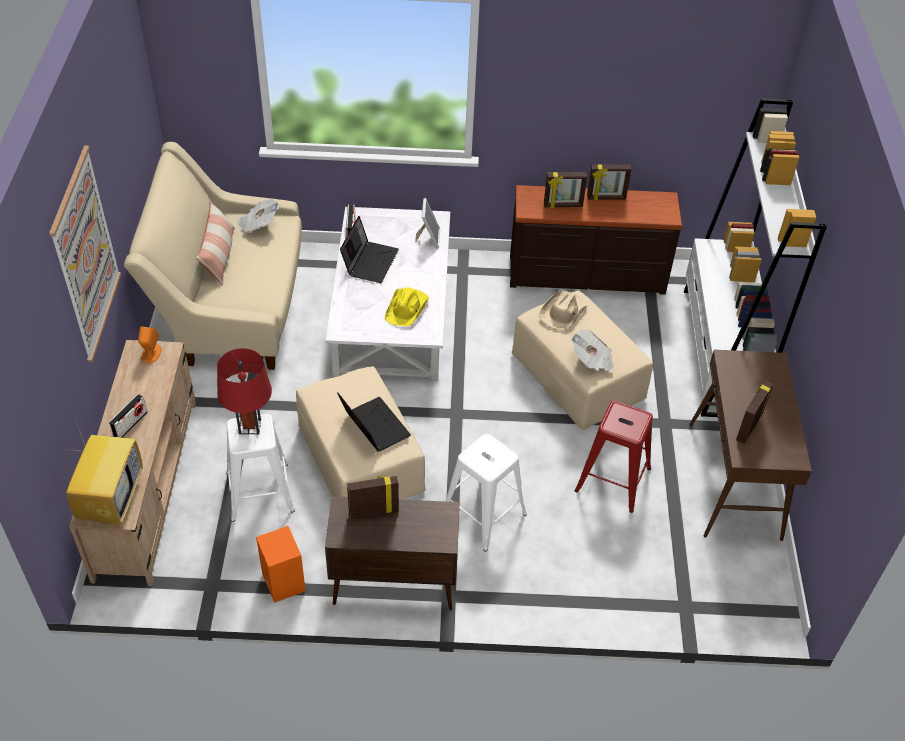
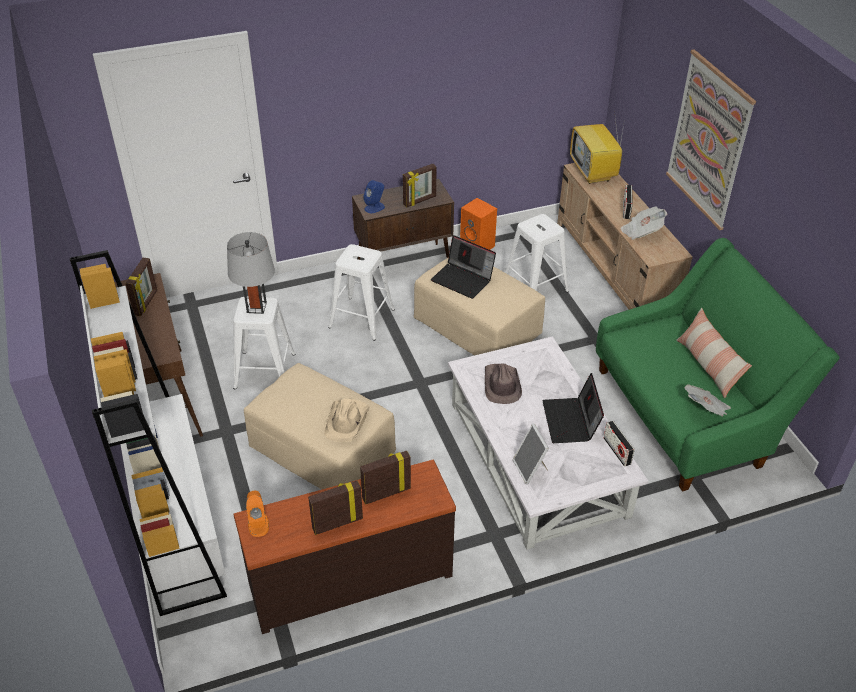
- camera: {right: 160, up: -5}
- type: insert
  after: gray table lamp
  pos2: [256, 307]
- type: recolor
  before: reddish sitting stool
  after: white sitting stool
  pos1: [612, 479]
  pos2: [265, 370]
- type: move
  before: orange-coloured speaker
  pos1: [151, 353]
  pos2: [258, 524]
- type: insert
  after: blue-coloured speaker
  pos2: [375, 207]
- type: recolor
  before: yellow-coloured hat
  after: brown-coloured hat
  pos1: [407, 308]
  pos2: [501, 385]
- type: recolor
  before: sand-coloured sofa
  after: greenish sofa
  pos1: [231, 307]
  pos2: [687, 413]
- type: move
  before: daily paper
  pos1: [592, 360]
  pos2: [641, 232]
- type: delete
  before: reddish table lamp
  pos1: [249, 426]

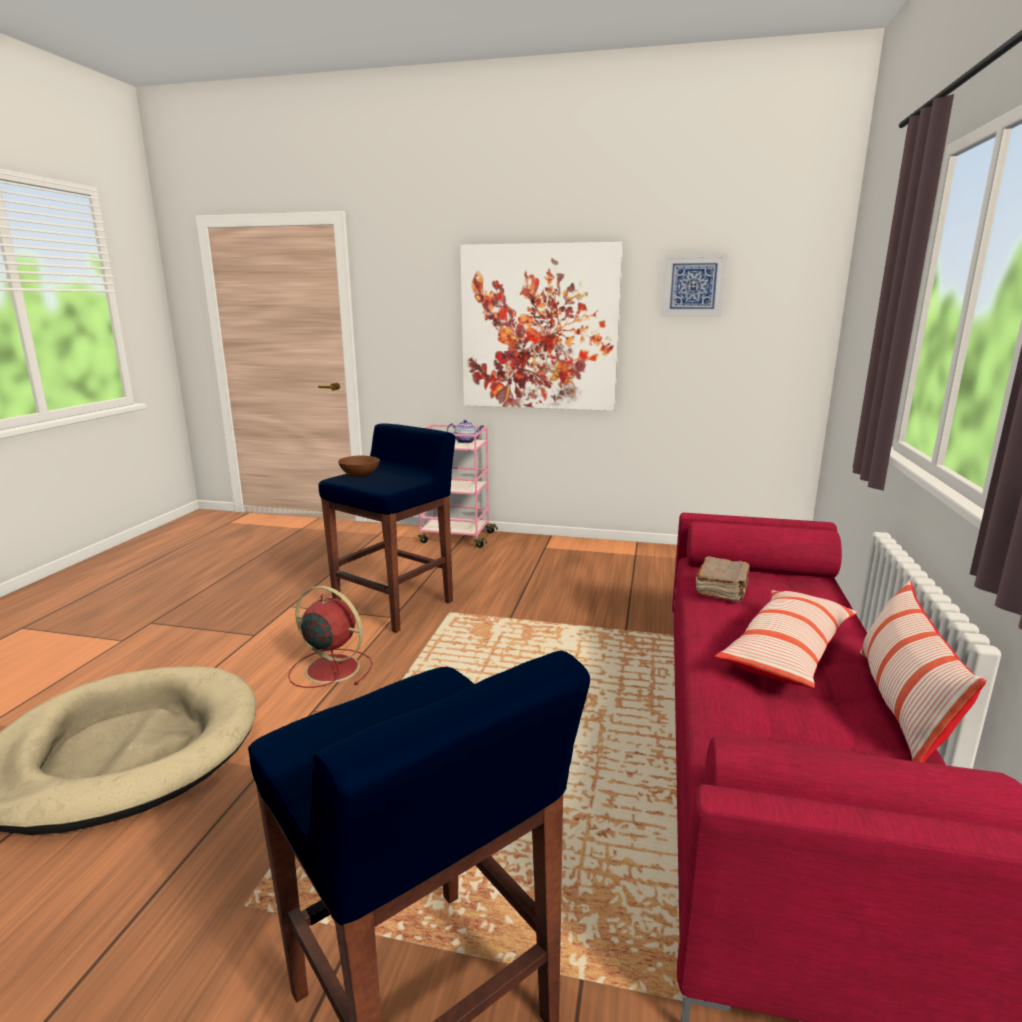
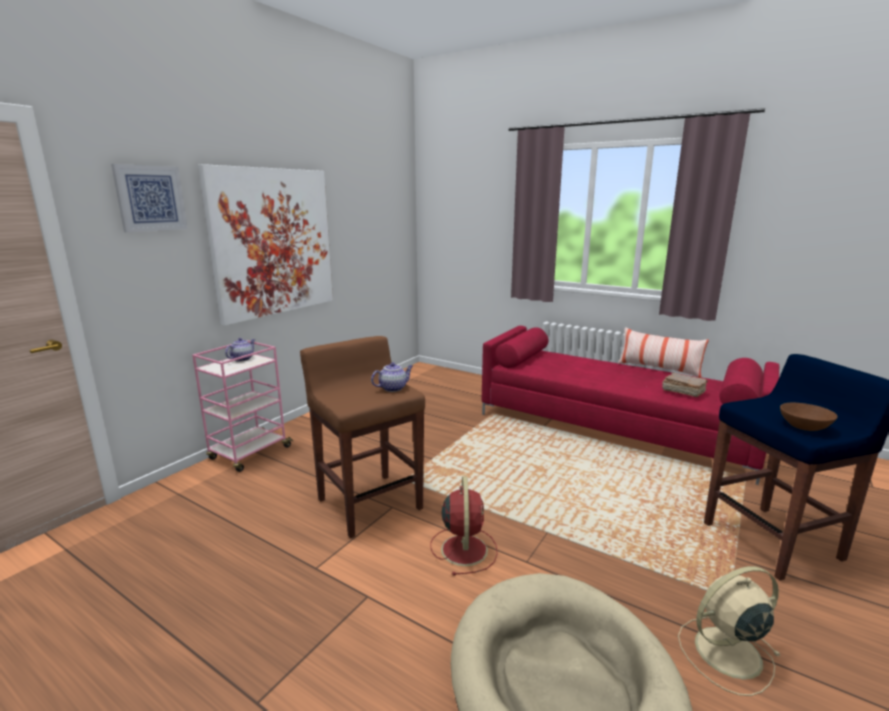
- camera: {right: -70, up: 0}
- type: move
  before: wall art
  pos1: [693, 285]
  pos2: [150, 198]
- type: recolor
  before: blue-coloured sitting stool
  after: brown-coloured sitting stool
  pos1: [396, 605]
  pos2: [369, 503]
- type: insert
  after: pot for tea
  pos2: [393, 388]
- type: rotate
  before: reddish fan
  pos1: [330, 668]
  pos2: [464, 548]
  turn: 135
- type: move
  before: brown-coloured volume
  pos1: [722, 589]
  pos2: [682, 391]
- type: insert
  after: sand-coloured fan
  pos2: [725, 652]
- type: move
  before: brown-coloured deep dish
  pos1: [359, 475]
  pos2: [804, 427]
- type: delete
  before: pillow
  pos1: [787, 652]

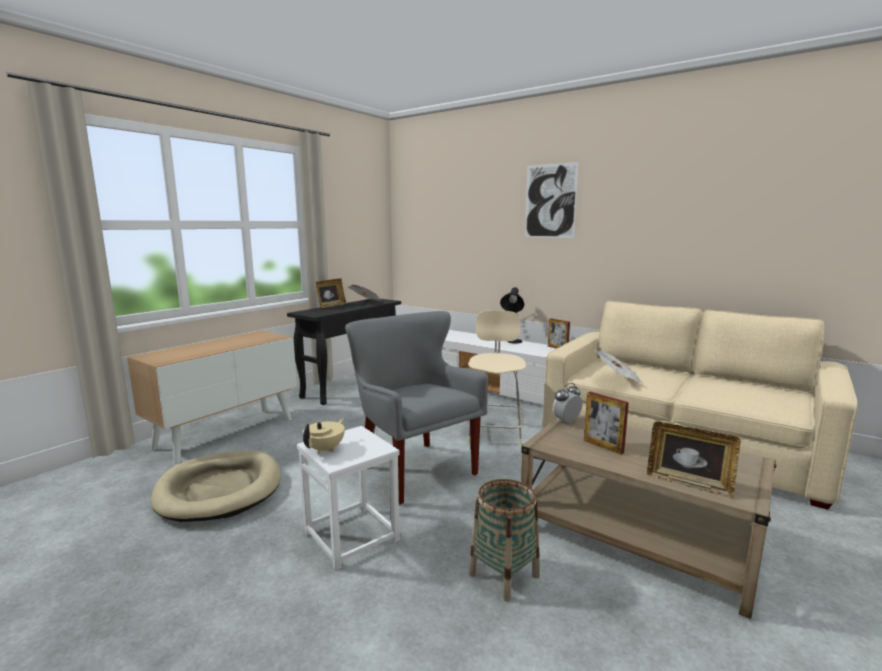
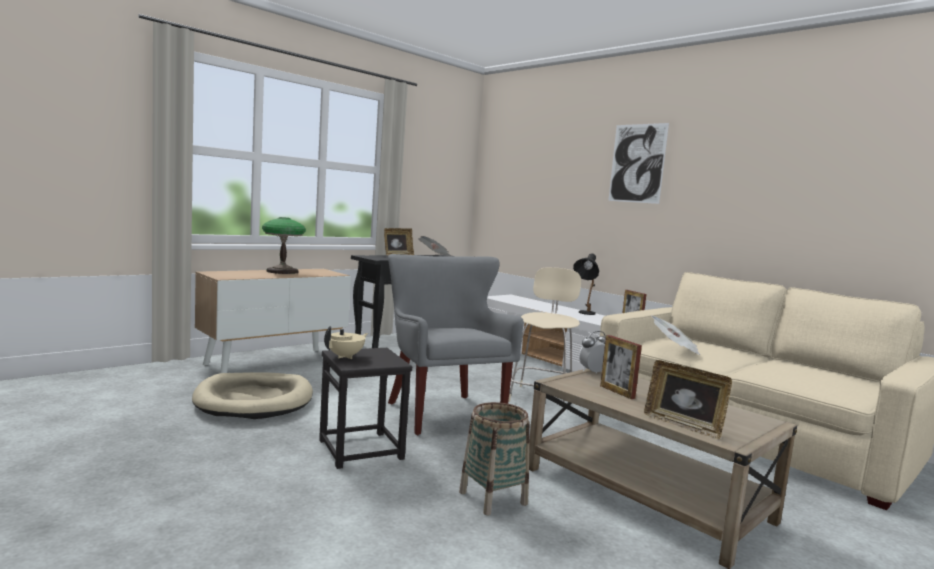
- camera: {right: 10, up: -5}
- type: insert
  after: table lamp
  pos2: [282, 271]
- type: recolor
  before: white sitting stool
  after: black sitting stool
  pos1: [352, 536]
  pos2: [361, 449]

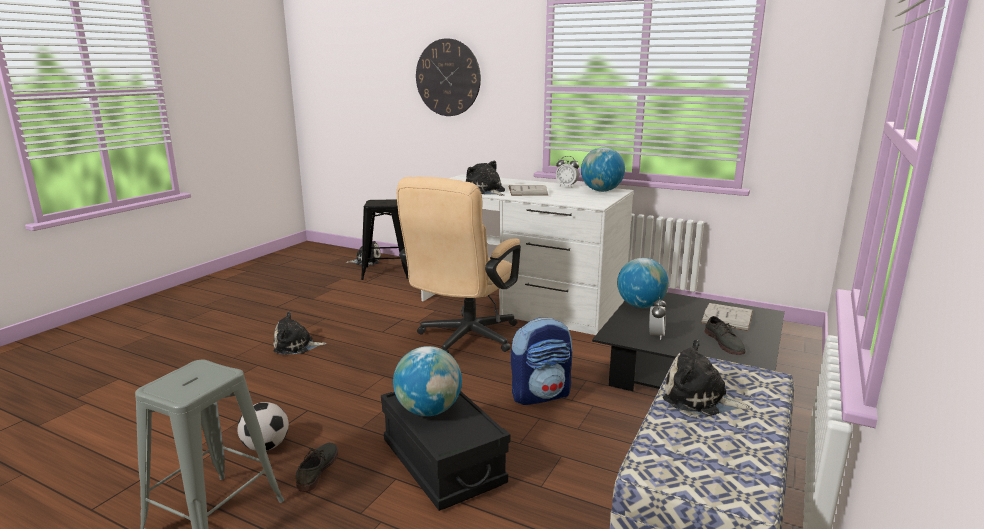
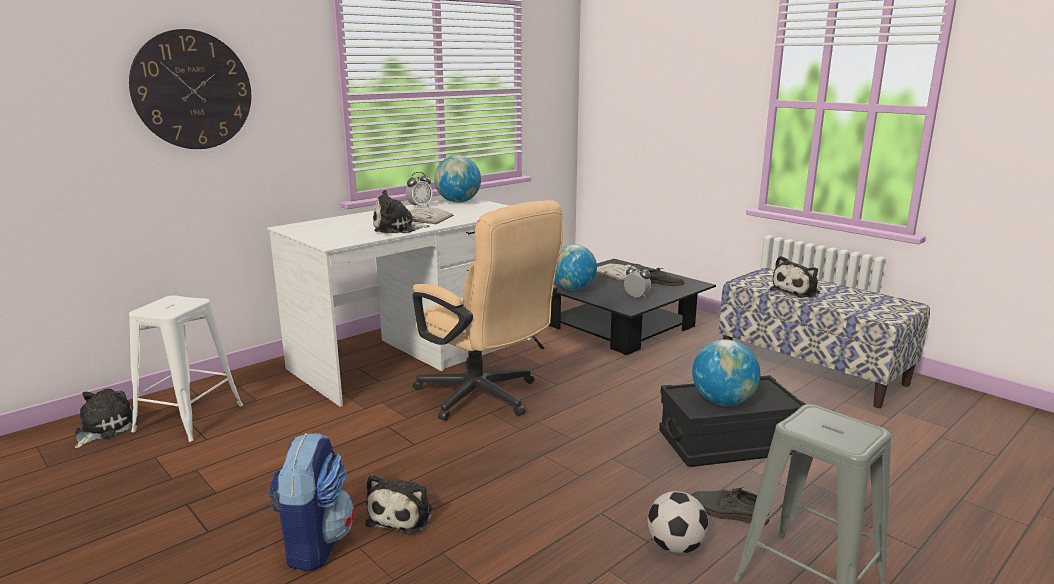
- camera: {right: -70, up: 0}
- type: recolor
  before: black sitting stool
  after: white sitting stool
  pos1: [386, 272]
  pos2: [189, 418]
- type: move
  before: rucksack
  pos1: [541, 395]
  pos2: [314, 543]

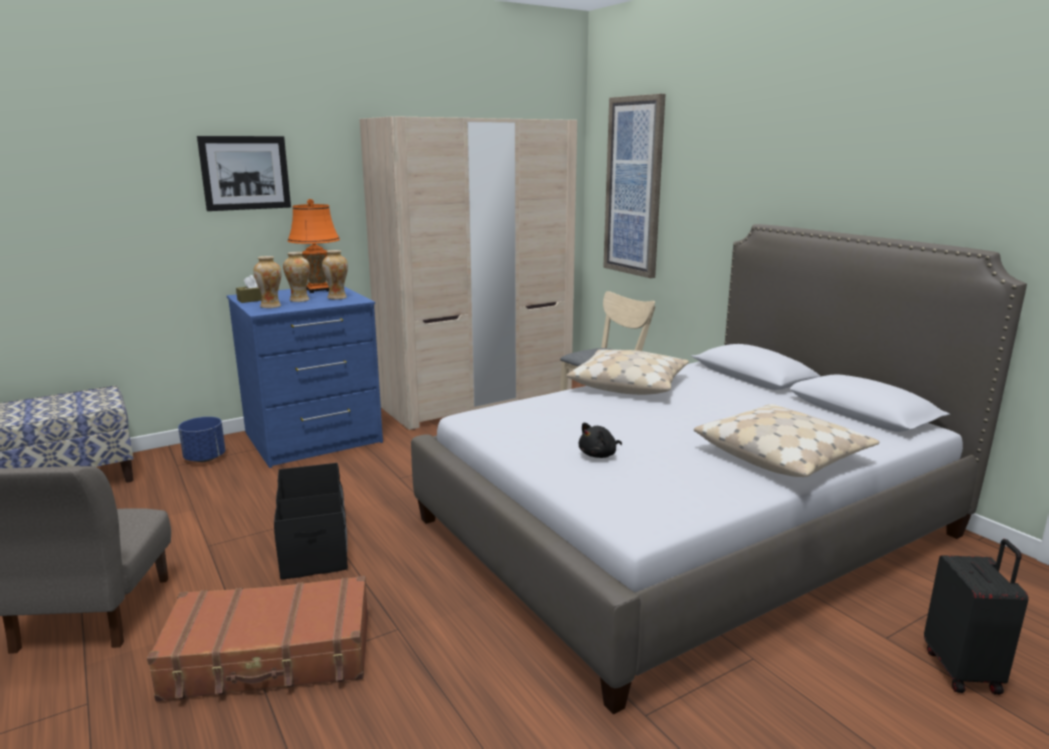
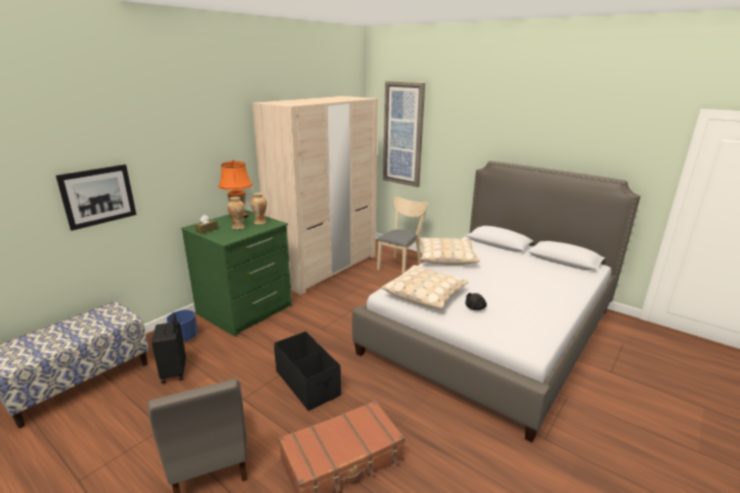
- camera: {right: -20, up: 5}
- type: move
  before: wall art
  pos1: [245, 173]
  pos2: [98, 196]
- type: move
  before: black suitcase
  pos1: [963, 671]
  pos2: [175, 372]
- type: recolor
  before: blue-coloured chest of drawers
  after: greenish chest of drawers
  pos1: [313, 438]
  pos2: [245, 310]
- type: move
  before: sand-coloured pillow
  pos1: [782, 455]
  pos2: [425, 294]
- type: delete
  before: decorative vase
  pos1: [271, 306]

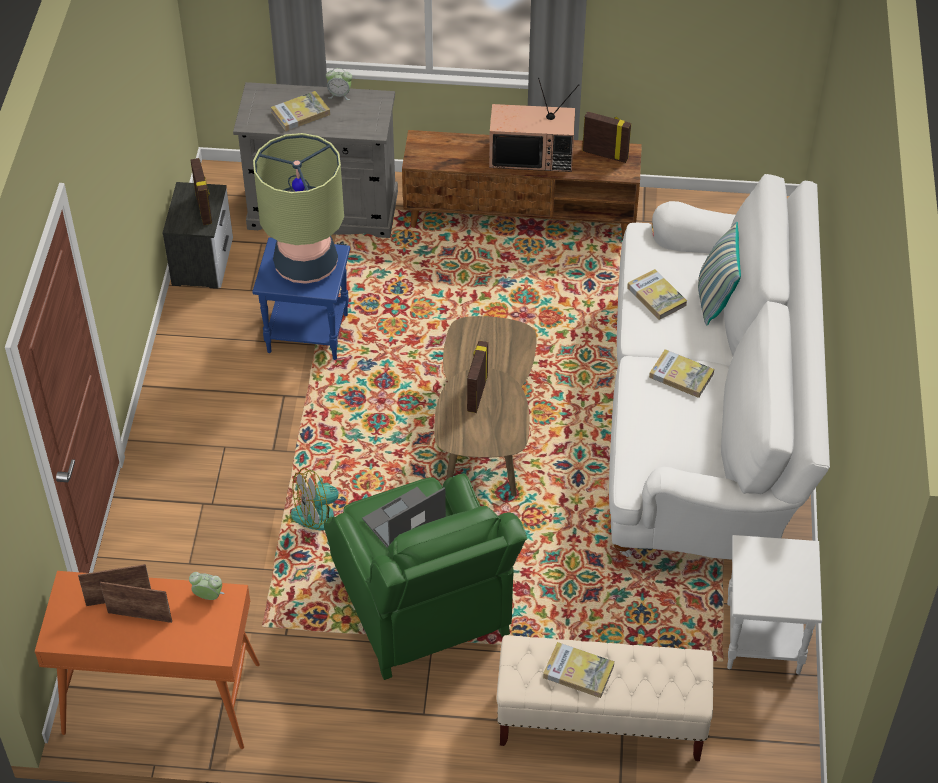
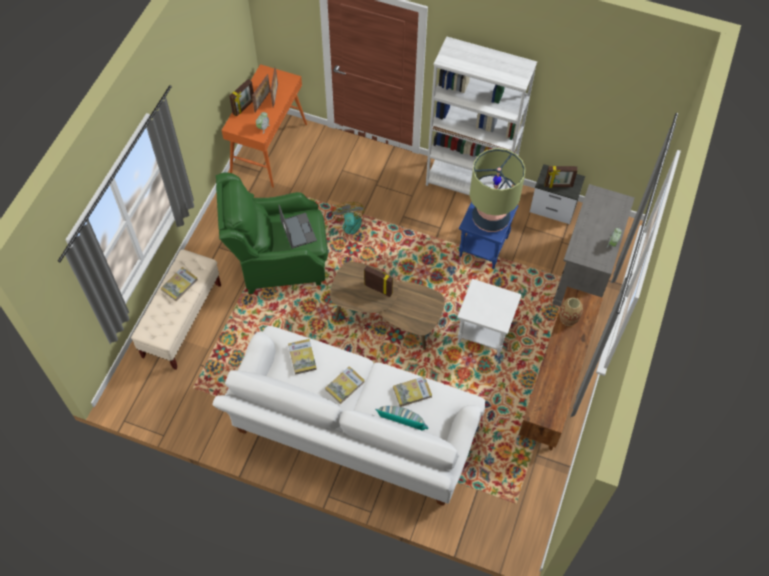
- camera: {right: 105, up: 10}
- type: move
  before: photo frame
  pos1: [605, 154]
  pos2: [244, 107]
- type: move
  before: volume
  pos1: [300, 113]
  pos2: [302, 357]
- type: insert
  after: white shelving unit
  pos2: [469, 184]
- type: move
  before: white end table
  pos1: [764, 639]
  pos2: [483, 334]
- type: insert
  after: decorative vase
  pos2: [568, 318]
- type: delete
  before: TV
  pos1: [532, 155]

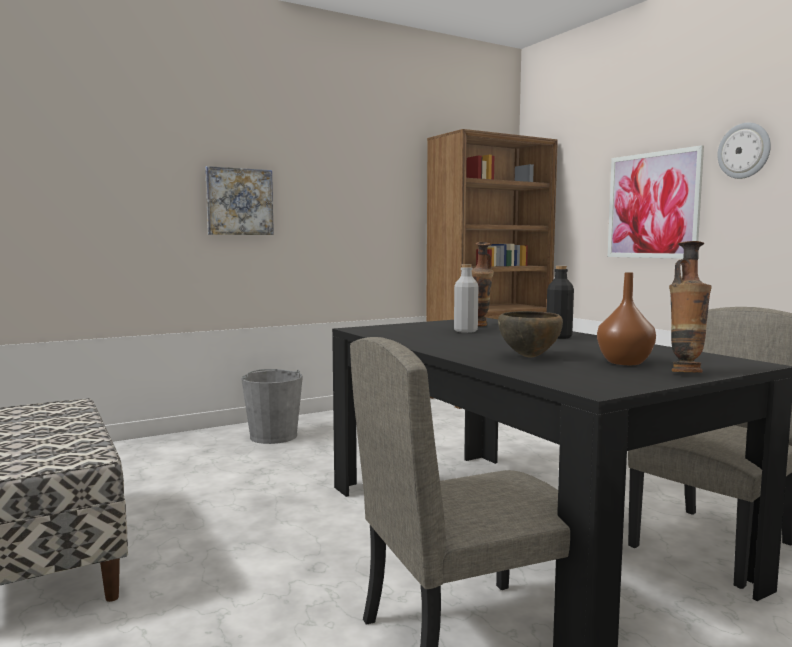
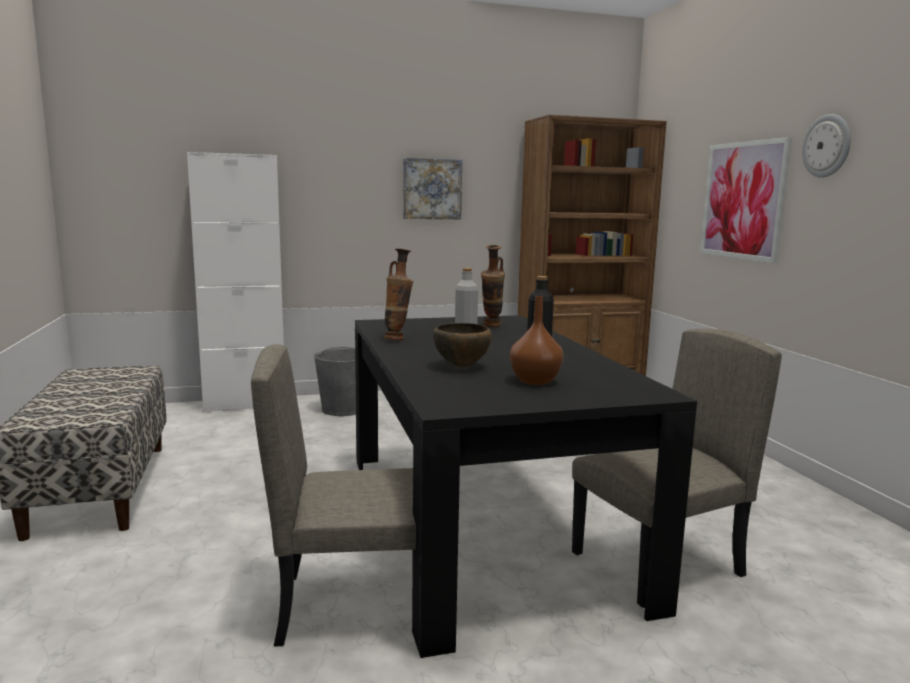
- camera: {right: 15, up: 5}
- type: insert
  after: white cabinet
  pos2: [245, 404]
- type: move
  before: decorative vase
  pos1: [685, 372]
  pos2: [398, 339]
- type: move
  before: wall art
  pos1: [239, 202]
  pos2: [432, 189]

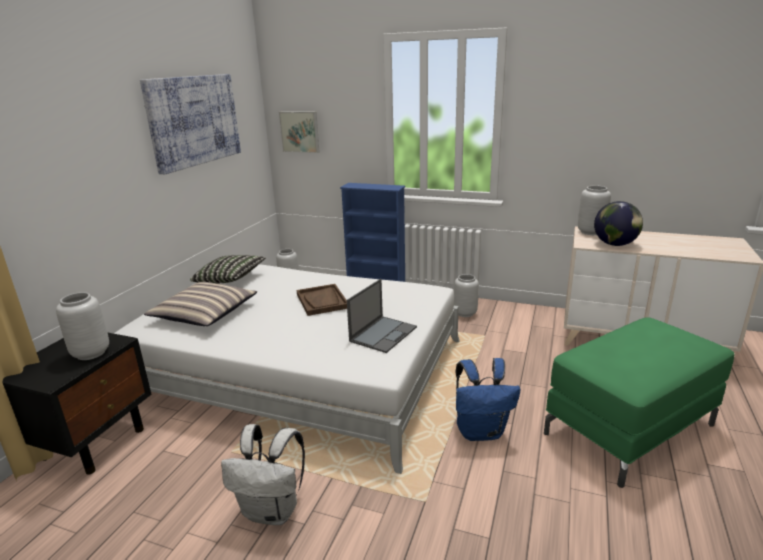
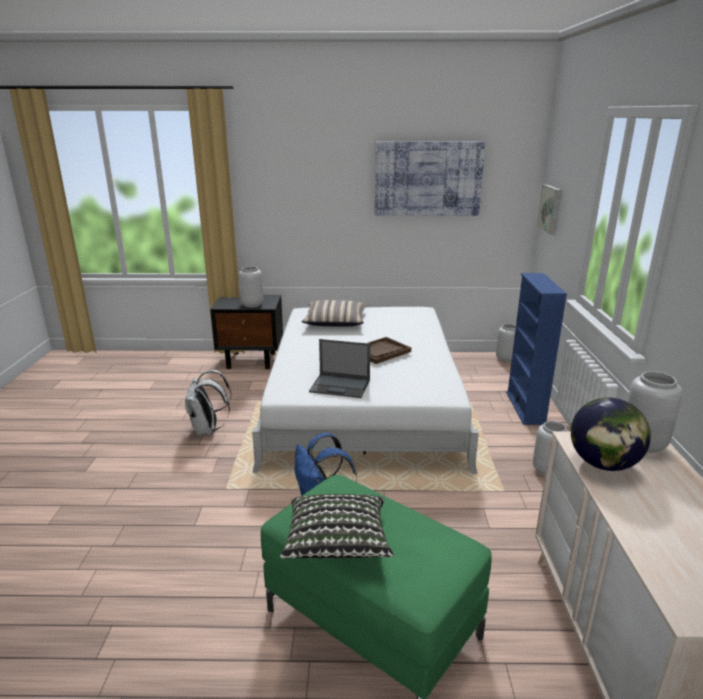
- camera: {right: 70, up: 0}
- type: move
  before: pillow
  pos1: [230, 280]
  pos2: [337, 543]

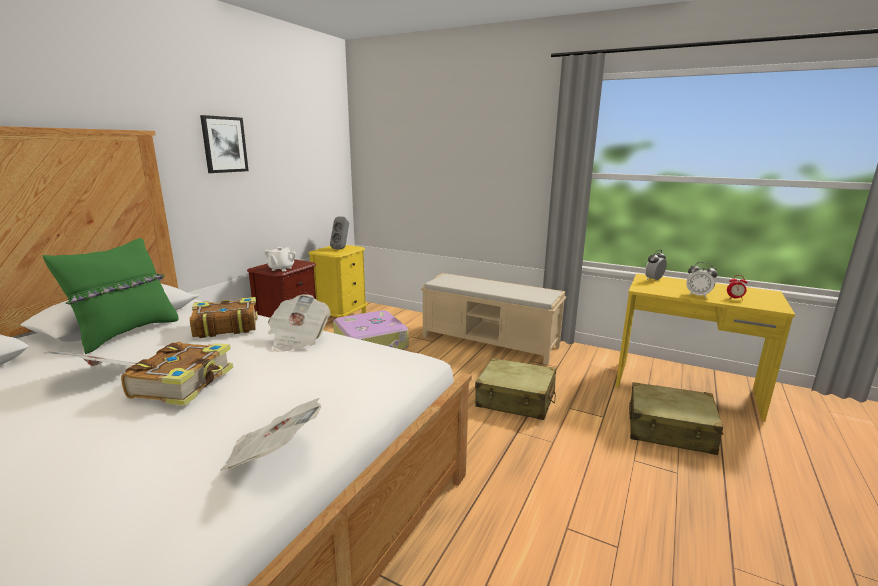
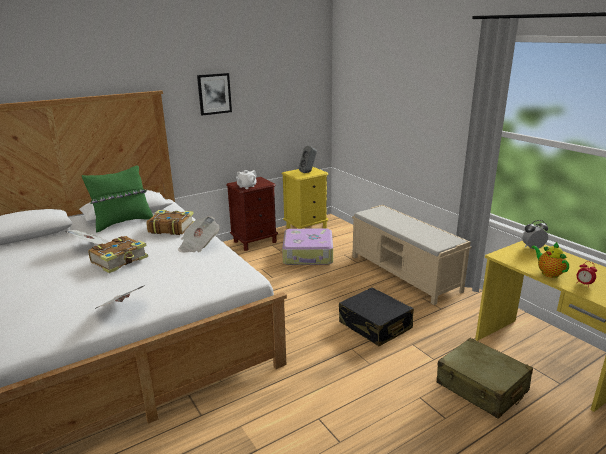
- camera: {right: 30, up: 5}
- type: recolor
  before: sand-coloured suitcase
  after: black suitcase
  pos1: [515, 400]
  pos2: [375, 325]
- type: replace
  before: bedside clock
  after: pot for tea
  pos1: [698, 295]
  pos2: [548, 273]

